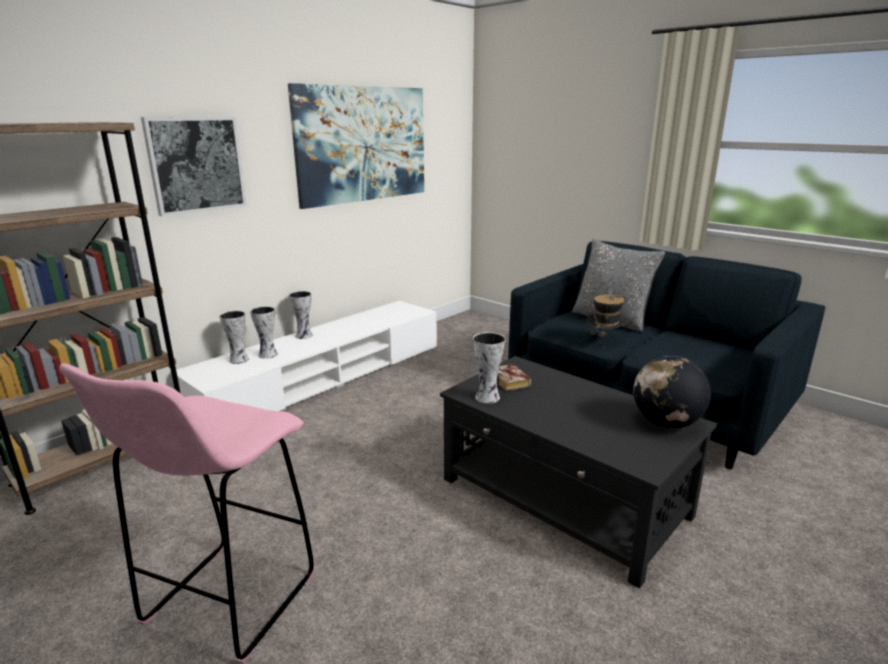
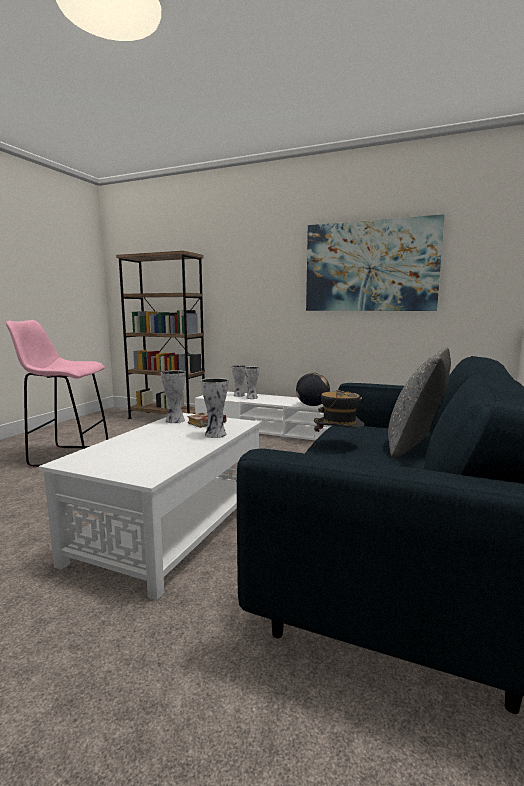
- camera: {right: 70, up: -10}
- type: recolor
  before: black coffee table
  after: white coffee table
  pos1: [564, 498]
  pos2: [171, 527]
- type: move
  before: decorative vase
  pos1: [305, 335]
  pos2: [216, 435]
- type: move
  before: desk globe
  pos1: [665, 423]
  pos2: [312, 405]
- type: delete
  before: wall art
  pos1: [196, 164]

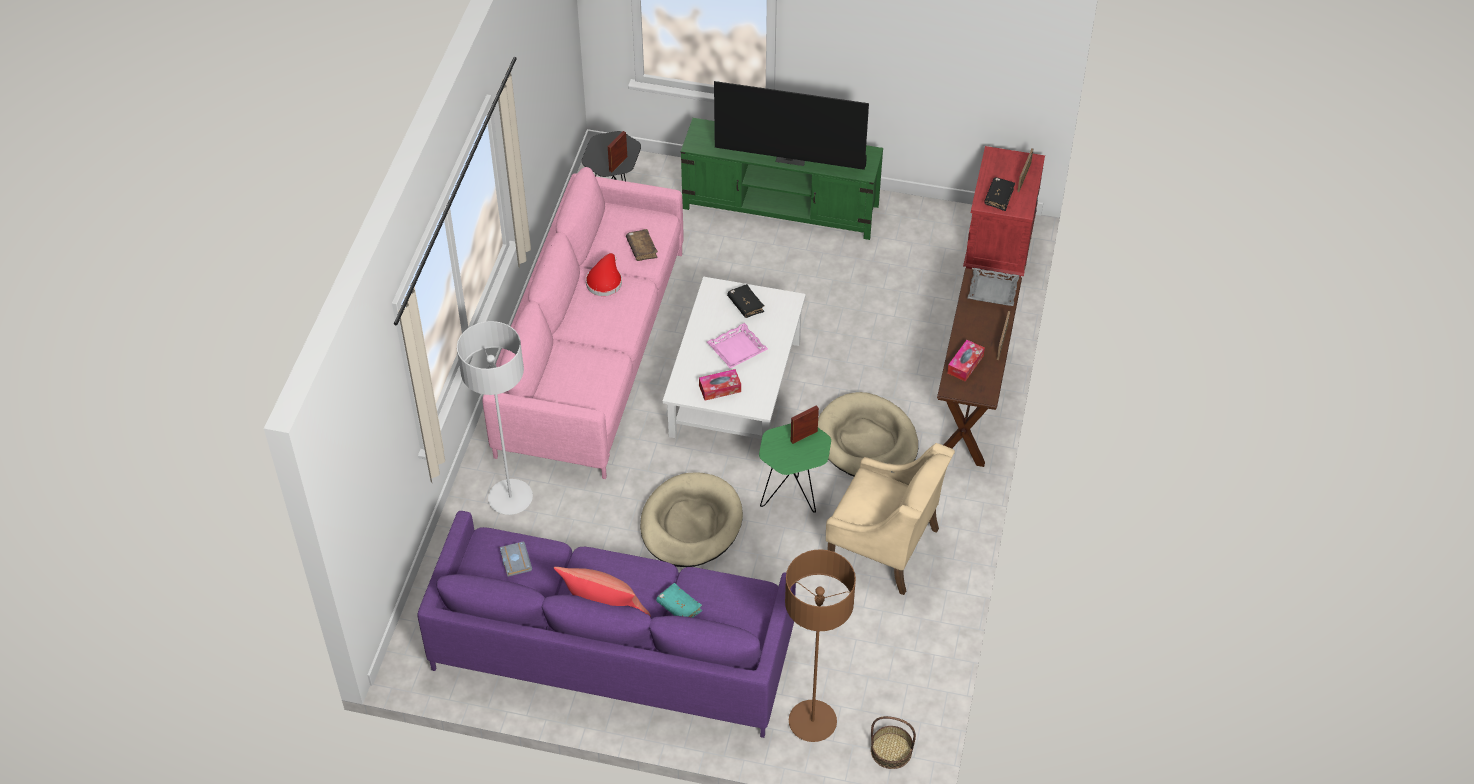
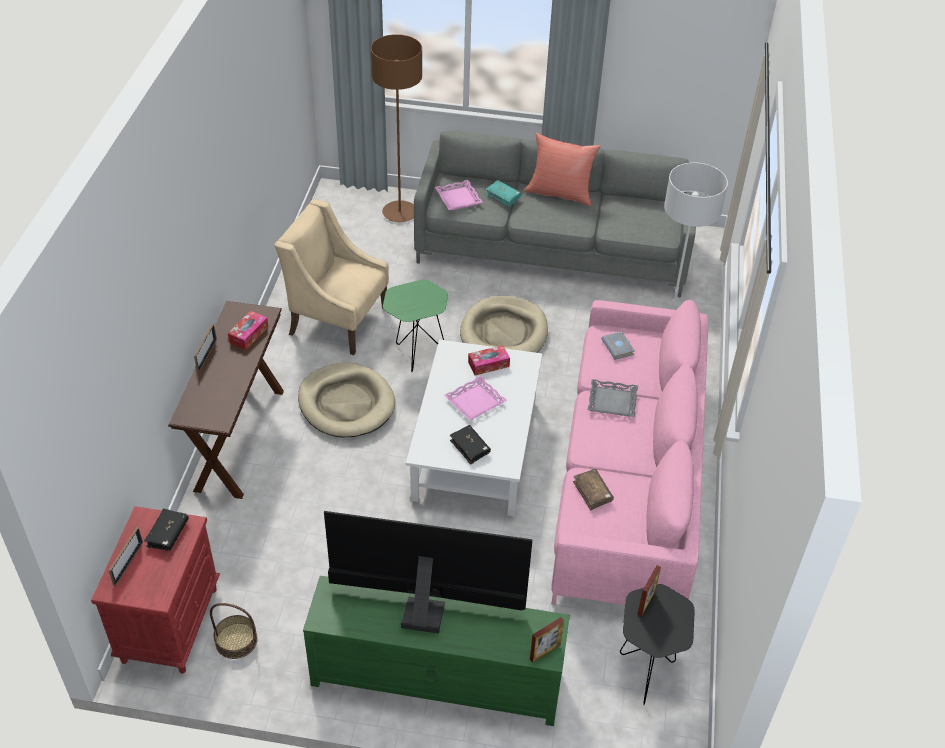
- camera: {right: 175, up: -5}
- type: move
  before: storage basket
  pos1: [891, 750]
  pos2: [236, 640]
- type: recolor
  before: purple-coloured sofa
  after: gray sofa
  pos1: [612, 650]
  pos2: [552, 249]
- type: insert
  after: pinkish tray
  pos2: [458, 198]
- type: move
  before: photo frame
  pos1: [804, 436]
  pos2: [545, 652]
- type: move
  before: gray tray
  pos1: [992, 291]
  pos2: [612, 401]
- type: move
  before: gray volume
  pos1: [514, 560]
  pos2: [619, 348]
- type: delete
  before: reddish hat
  pos1: [605, 281]

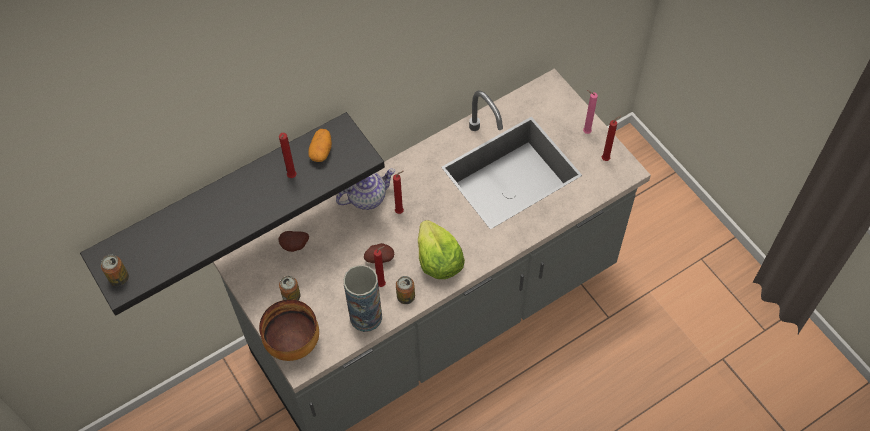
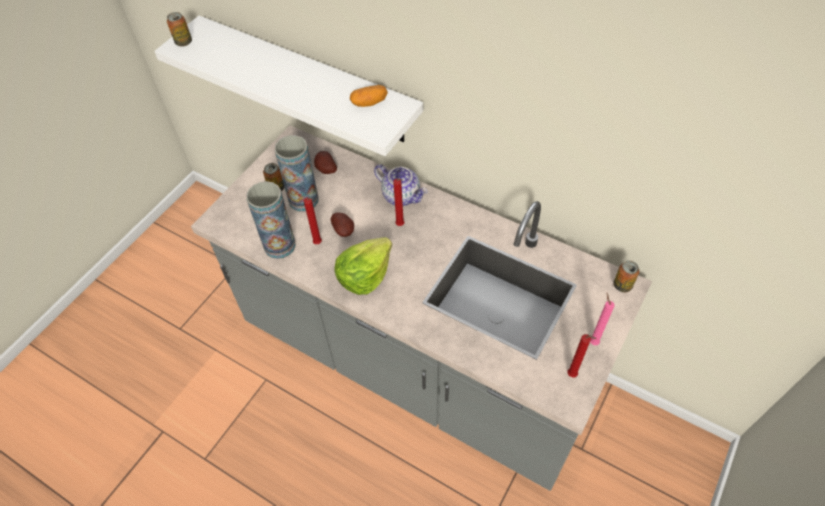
- camera: {right: 65, up: -5}
- type: recolor
  before: black bracket shelf
  after: white bracket shelf
  pos1: [223, 197]
  pos2: [308, 80]
- type: insert
  after: decorative vase
  pos2: [303, 200]
- type: move
  before: sealed can
  pos1: [406, 297]
  pos2: [622, 285]
- type: delete
  before: deep dish
  pos1: [293, 342]
- type: delete
  before: reddish wax candle
  pos1: [291, 177]

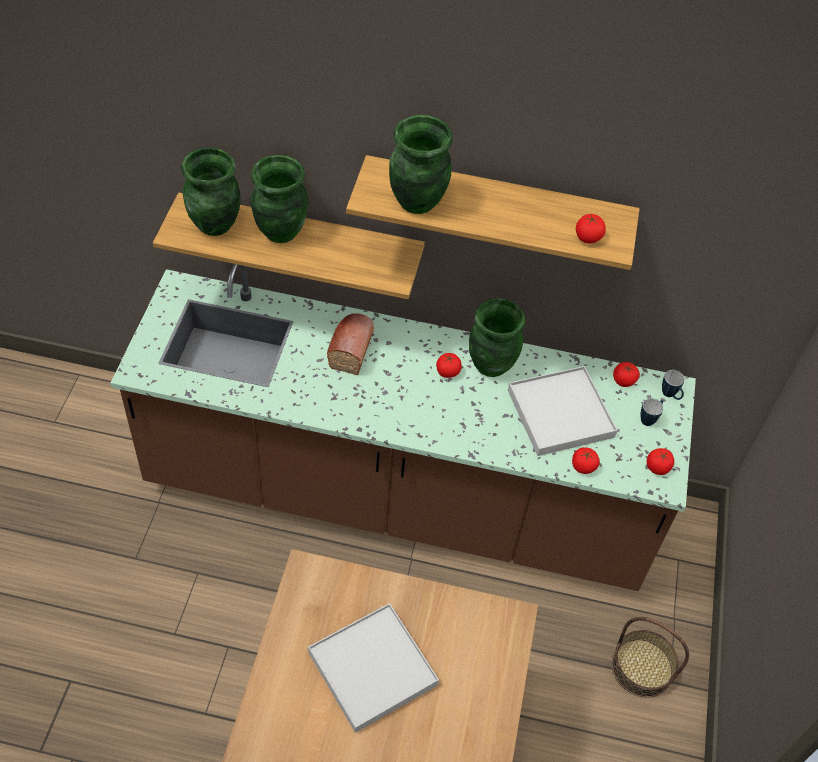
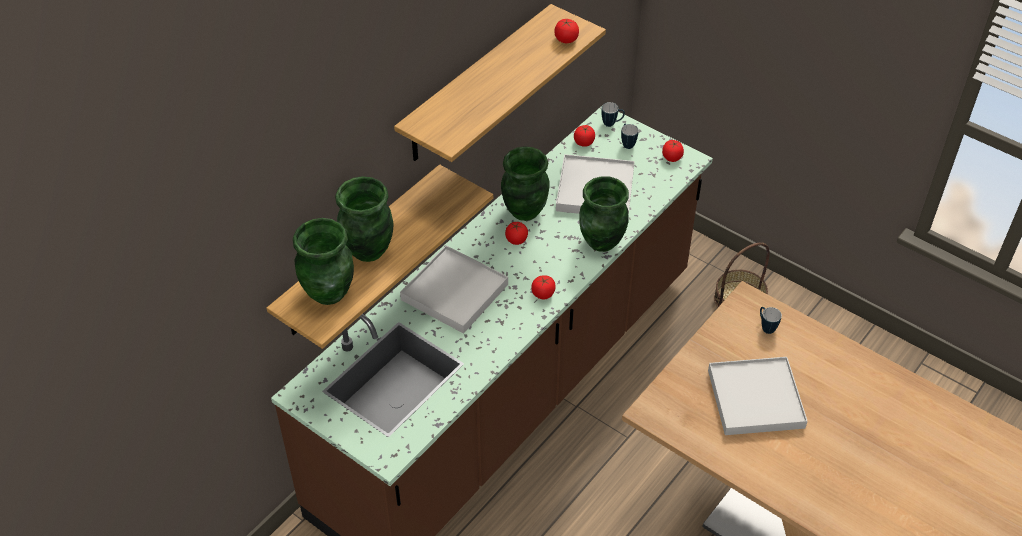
- camera: {right: -60, up: -5}
- type: replace
  before: bread
  after: white tray
  pos1: [352, 348]
  pos2: [454, 292]
- type: move
  before: whole tomato
  pos1: [583, 467]
  pos2: [543, 294]
- type: move
  before: greenish decorative vase
  pos1: [416, 202]
  pos2: [602, 242]
- type: insert
  after: coffee mug
  pos2: [766, 327]

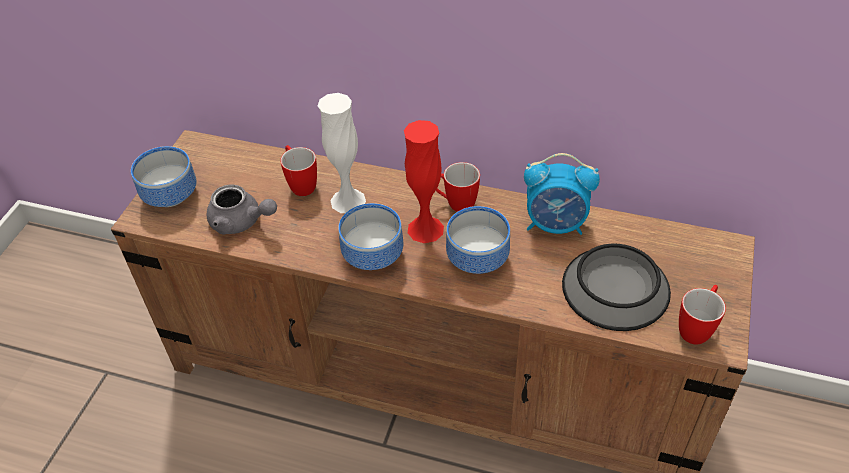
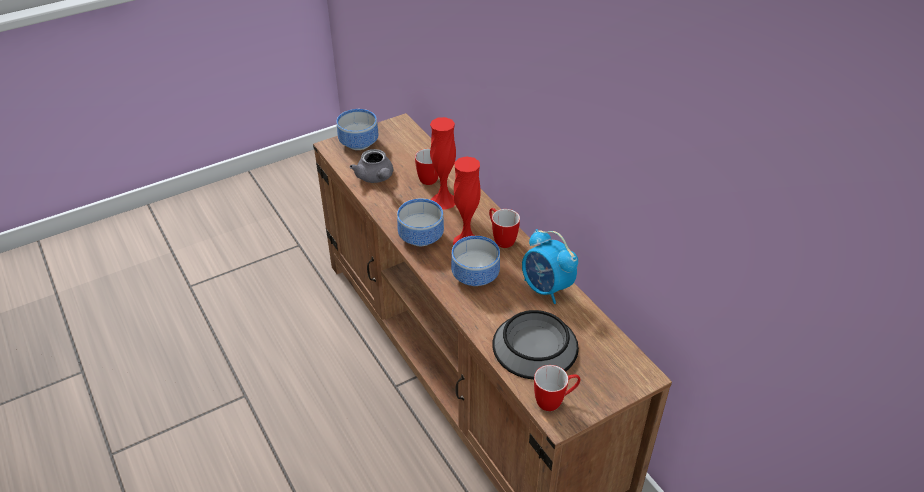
- camera: {right: 40, up: -5}
- type: recolor
  before: white decorative vase
  after: reddish decorative vase
  pos1: [348, 200]
  pos2: [443, 201]

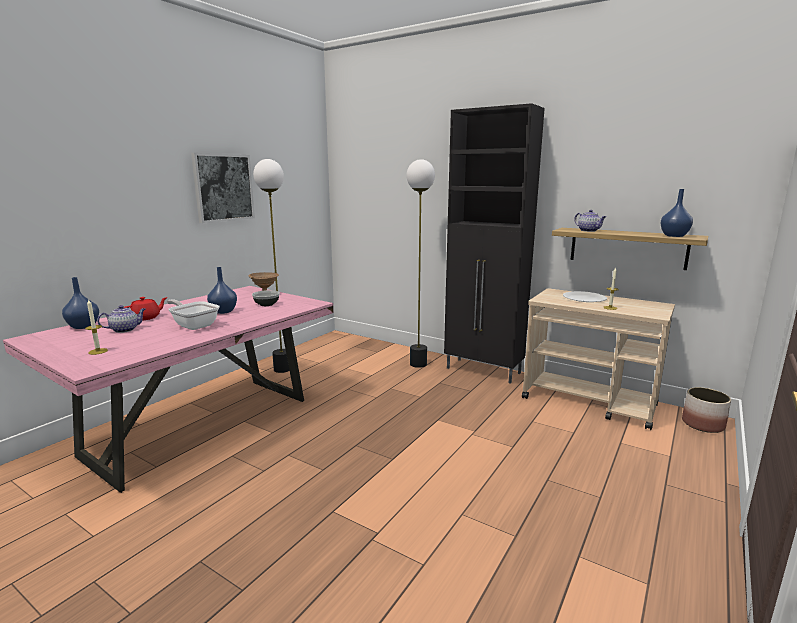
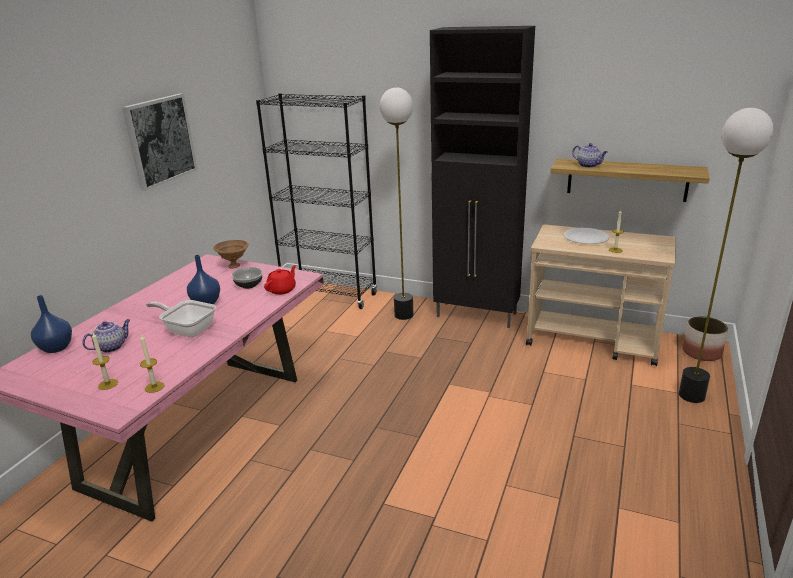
- camera: {right: -10, up: 10}
- type: insert
  after: wax candle
  pos2: [154, 387]
- type: insert
  after: black shelving unit
  pos2: [329, 295]
- type: move
  before: reddish pot for tea
  pos1: [146, 318]
  pos2: [282, 290]
- type: move
  before: standard lamp
  pos1: [283, 369]
  pos2: [692, 395]
- type: delete
  before: blue-coloured decorative vase
  pos1: [674, 235]

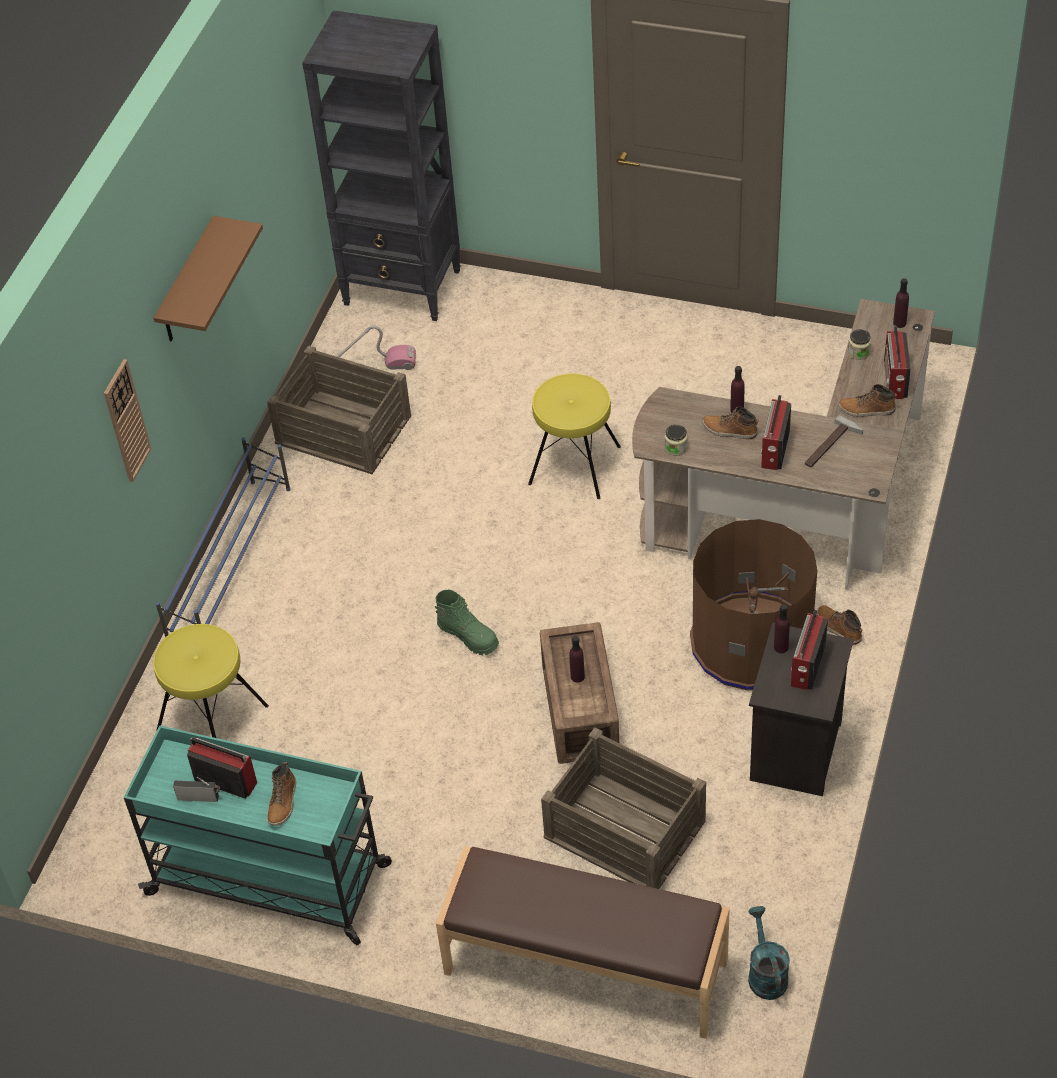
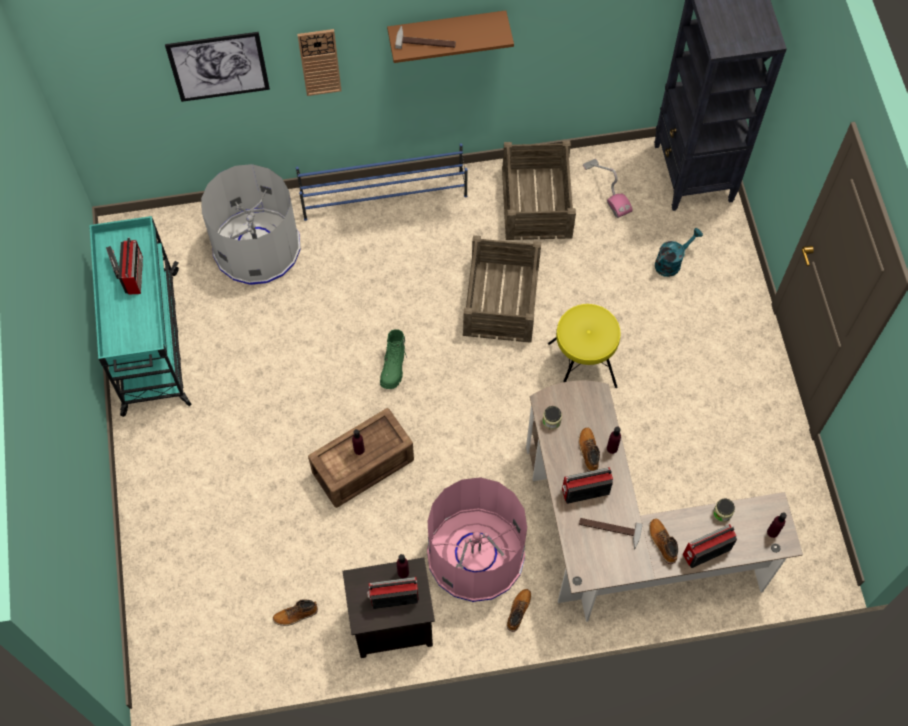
- camera: {right: 60, up: 15}
- type: insert
  after: wall art
  pos2: [218, 66]
- type: replace
  before: yellow-coloured sitting stool
  after: gray waste bin
  pos1: [211, 718]
  pos2: [257, 247]
- type: move
  before: boot
  pos1: [283, 802]
  pos2: [296, 615]
- type: insert
  after: tool hammer
  pos2: [426, 41]
- type: recolor
  before: brown-coloured waste bin
  after: pinkish waste bin
  pos1: [751, 642]
  pos2: [475, 555]
- type: move
  before: packing crate
  pos1: [624, 828]
  pos2: [502, 299]
- type: move
  before: turquoise watering can
  pos1: [765, 973]
  pos2: [671, 262]
- type: delete
  before: brown-coloured bench
  pos1: [585, 968]

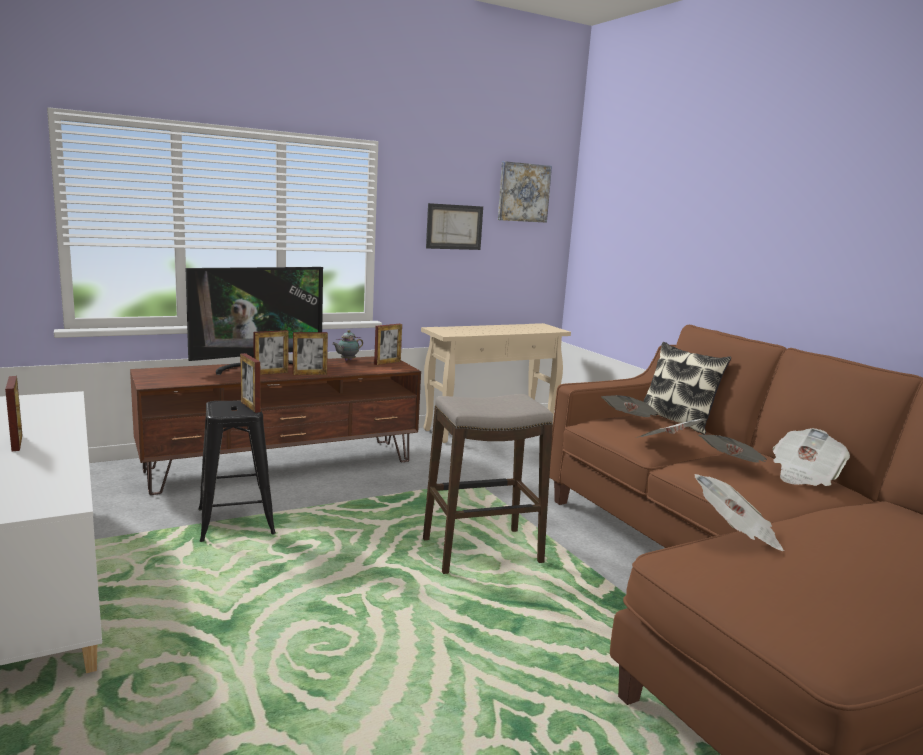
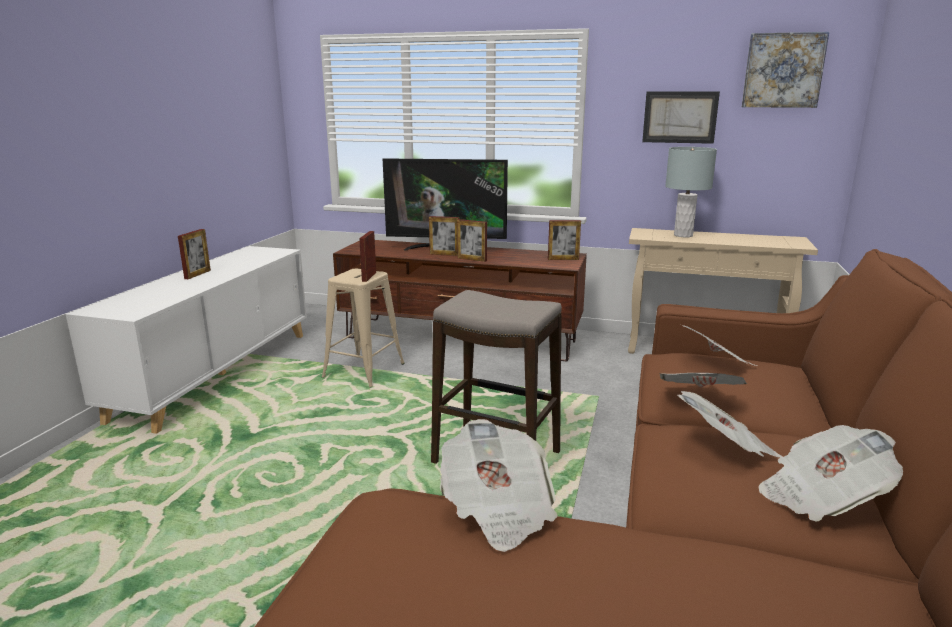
- camera: {right: 45, up: 5}
- type: recolor
  before: black sitting stool
  after: sand-coloured sitting stool
  pos1: [236, 521]
  pos2: [364, 370]
- type: insert
  after: gray table lamp
  pos2: [683, 235]
- type: delete
  before: pot for tea
  pos1: [347, 360]
- type: delete
  before: pillow
  pos1: [677, 421]

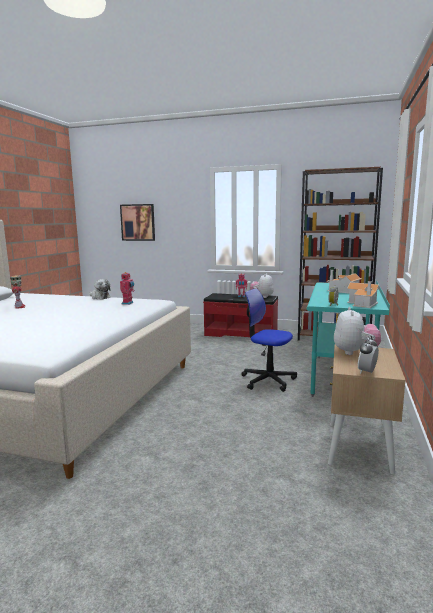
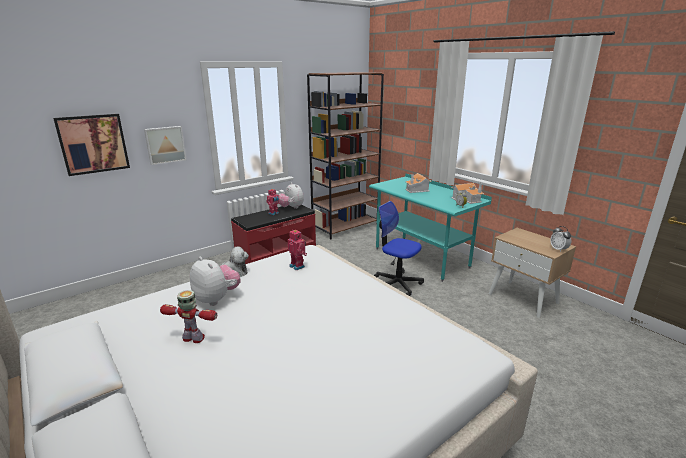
- camera: {right: -55, up: 10}
- type: insert
  after: wall art
  pos2: [165, 144]
- type: move
  before: soft toy
  pos1: [354, 352]
  pos2: [217, 299]
- type: rotate
  before: computer chair
  pos1: [268, 380]
  pos2: [397, 284]
  turn: 60

